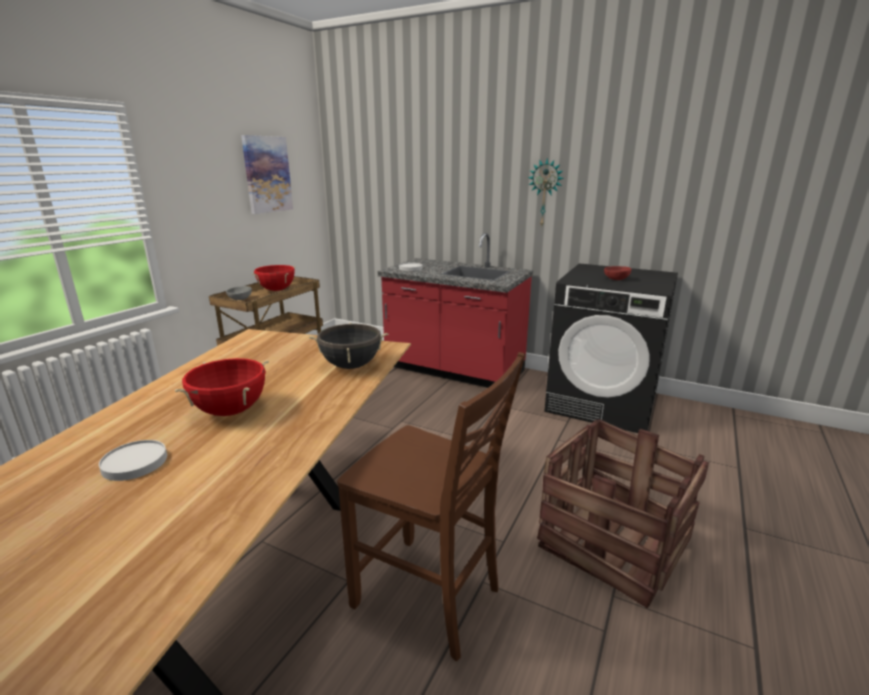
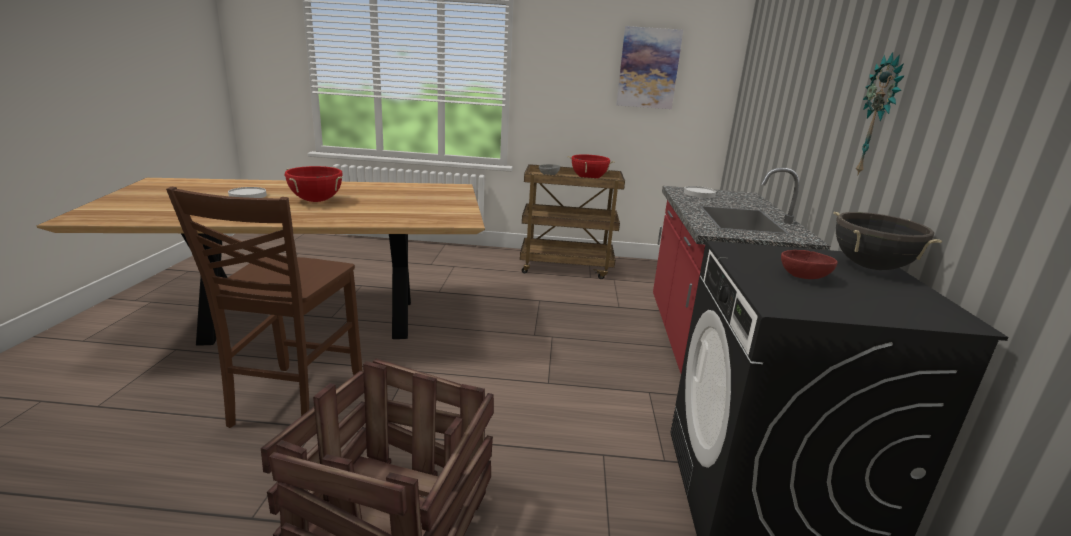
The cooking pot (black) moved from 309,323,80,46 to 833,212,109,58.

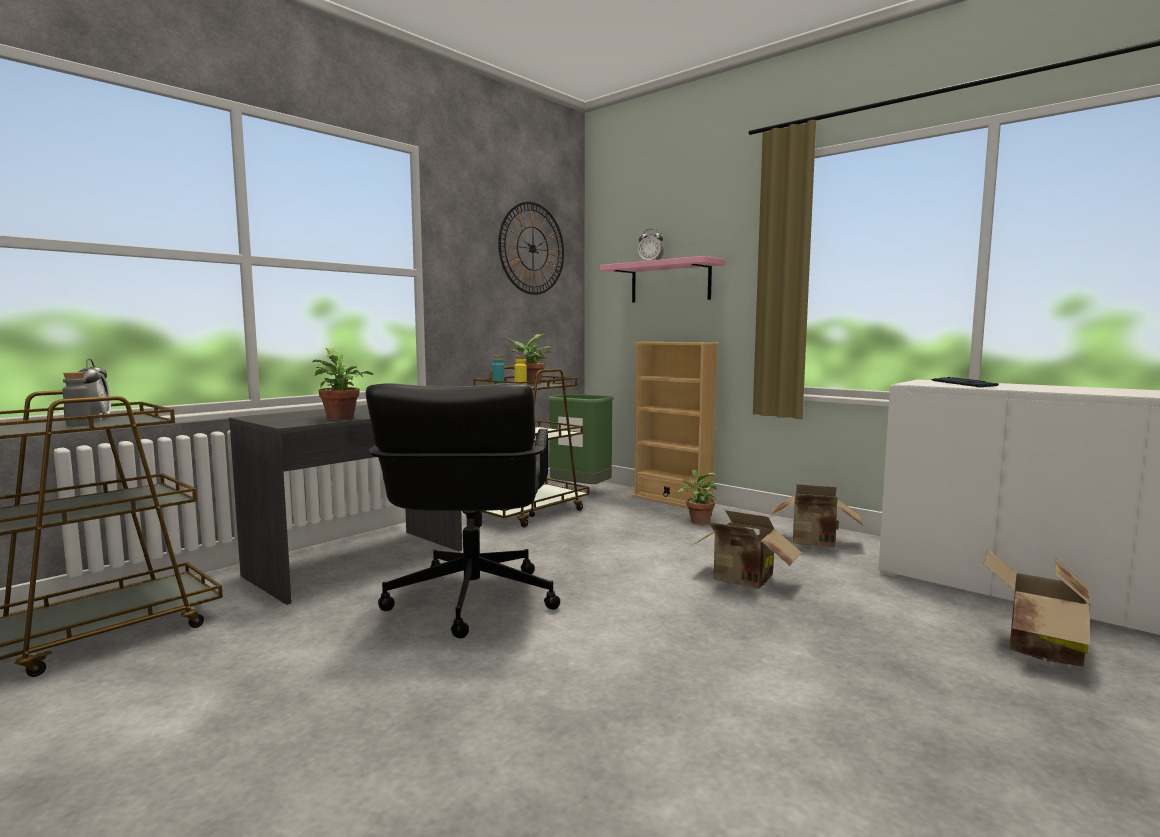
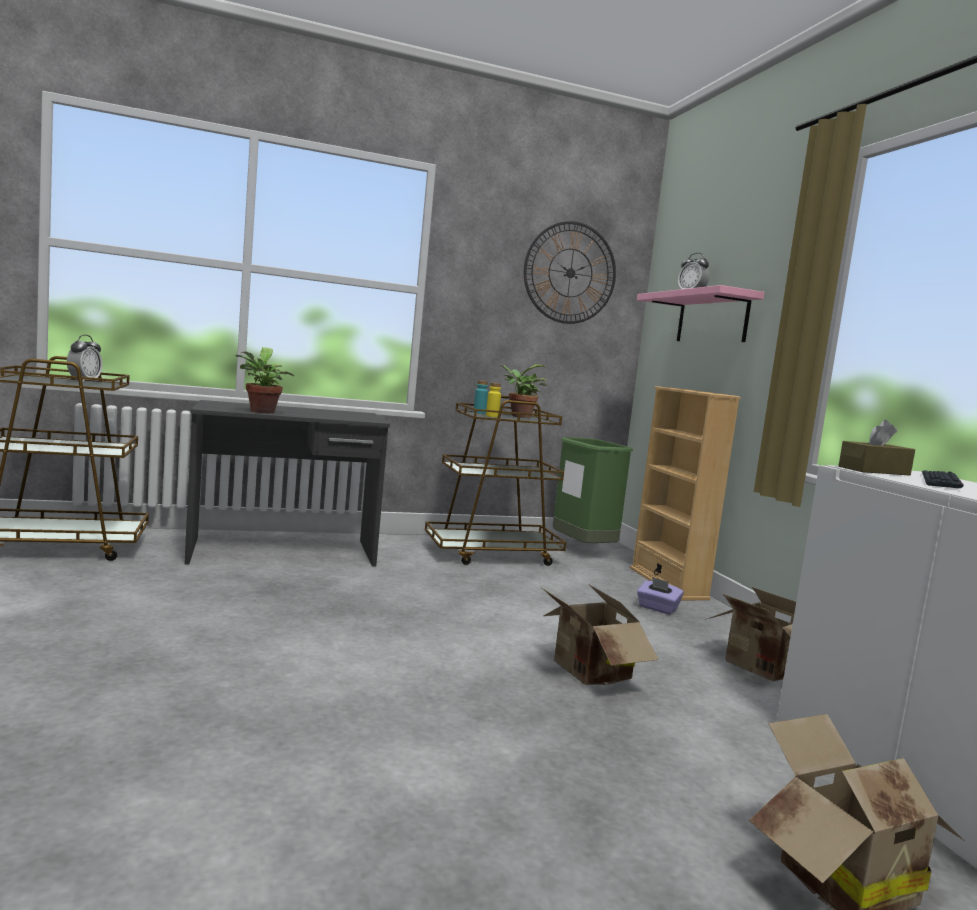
The bottle (grey) at 62,372,29,54 disappeared.
The office chair (black) at 366,383,194,255 disappeared.
The potted plant at 678,470,39,54 was replaced by the tissue box (purple) at 637,577,47,38.
The tissue box (brown) at 839,420,76,55 appeared.

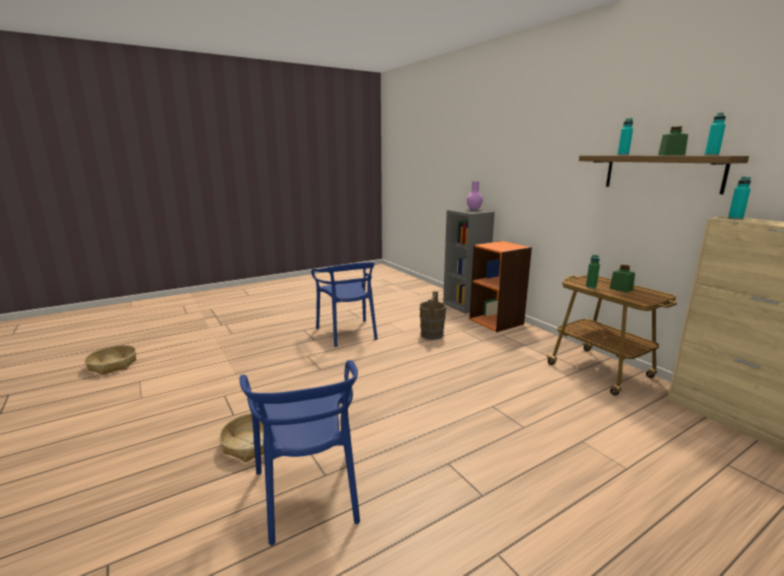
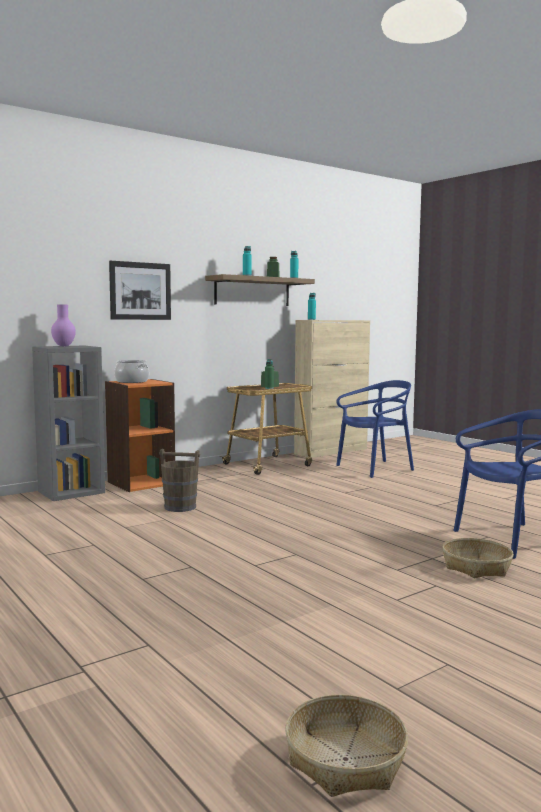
The chair (blue) moved from 311,262,66,85 to 336,380,78,98.
The picture at 109,261,62,59 appeared.
The cooking pot at 114,360,35,23 appeared.

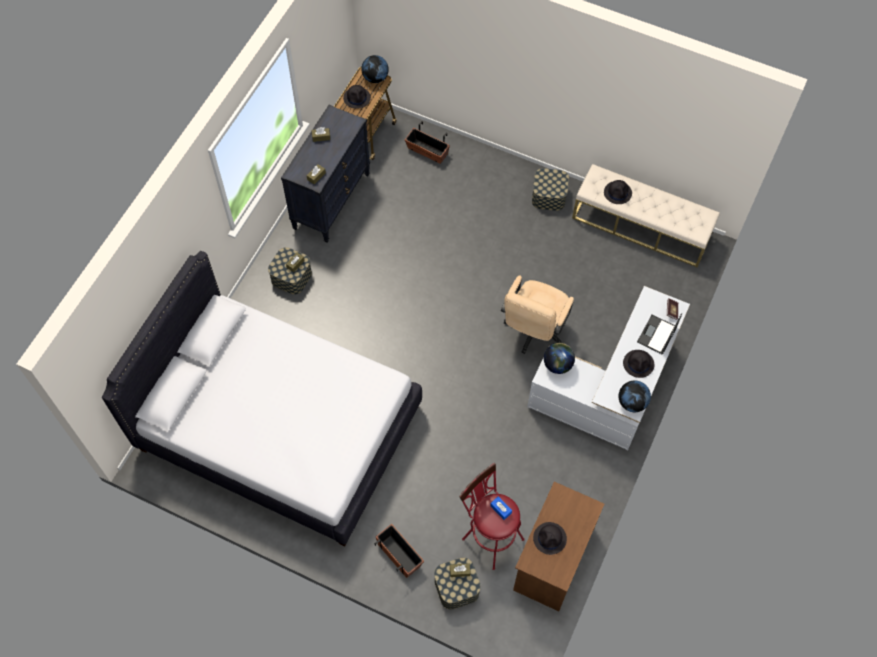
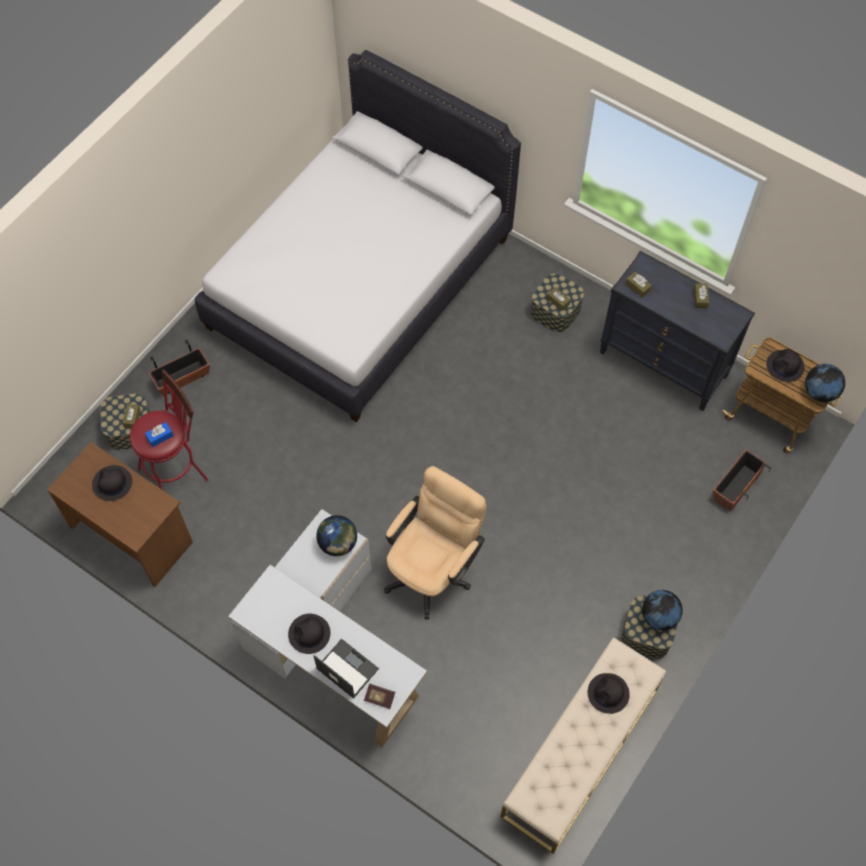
The office chair (beige) at 501,275,73,79 turned 90 degrees clockwise.
The globe moved from 619,380,32,32 to 642,590,41,40.

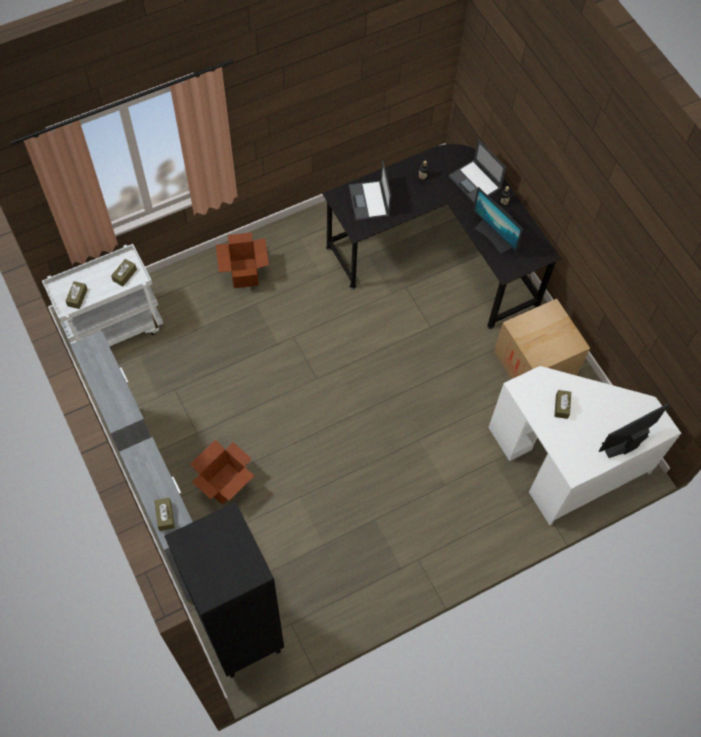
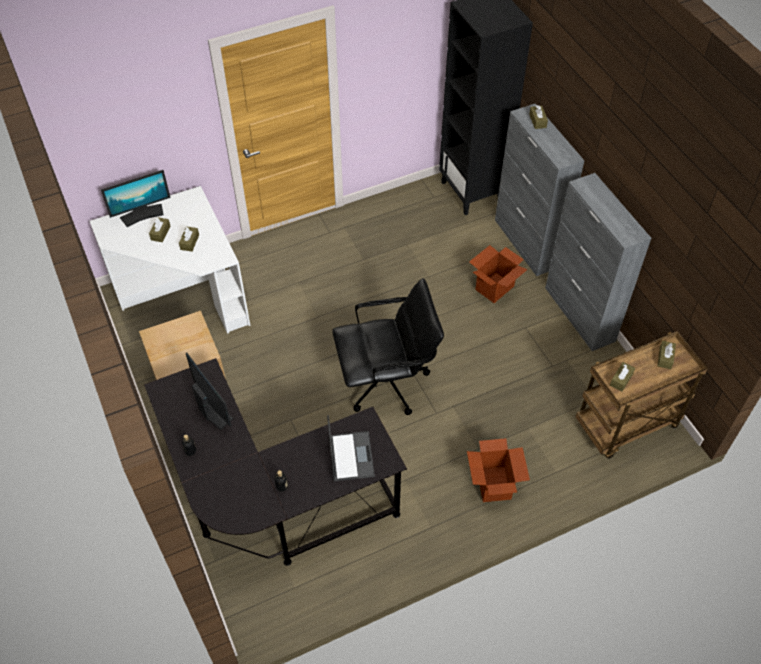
The cart (white) at 42,244,121,103 became the cart (brown) at 575,331,133,128.
The laptop at 449,139,57,64 disappeared.
The tissue box (brown) at 149,217,21,25 appeared.
The office chair (black) at 332,278,112,137 appeared.

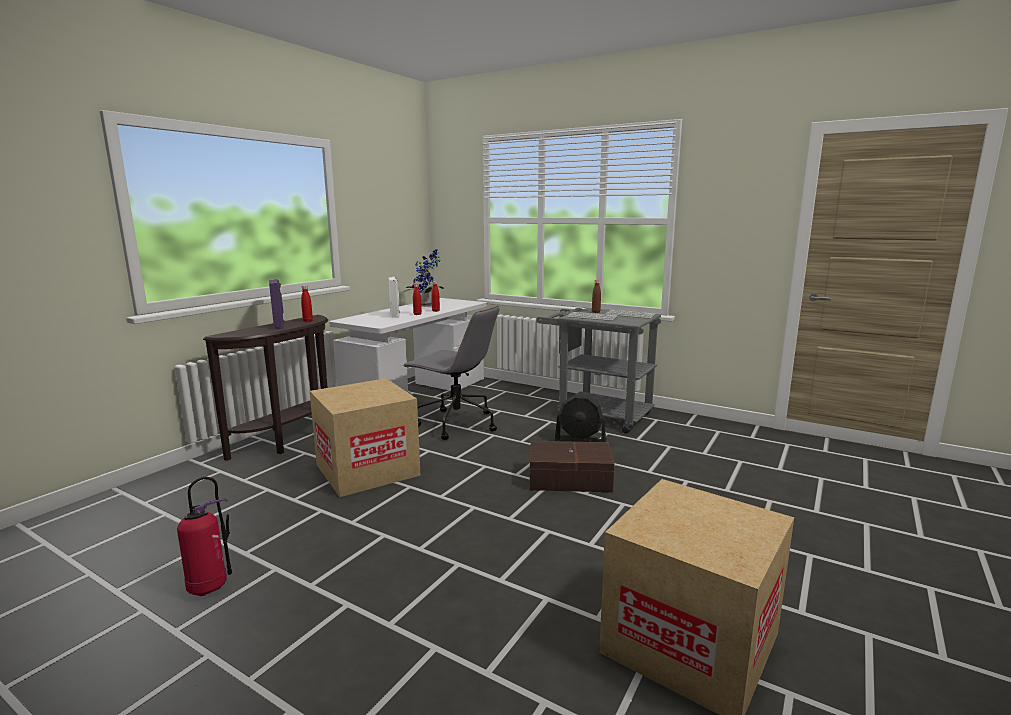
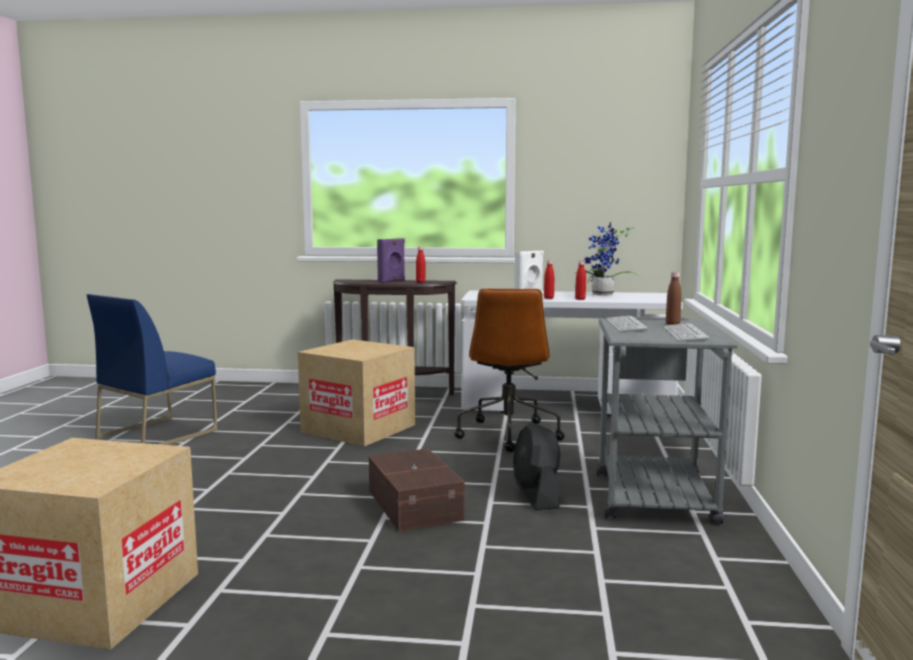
The fire extinguisher at 177,477,55,119 was replaced by the chair (blue) at 87,294,131,151.
The office chair (grey) at 402,305,97,135 became the office chair (brown) at 454,289,111,163.

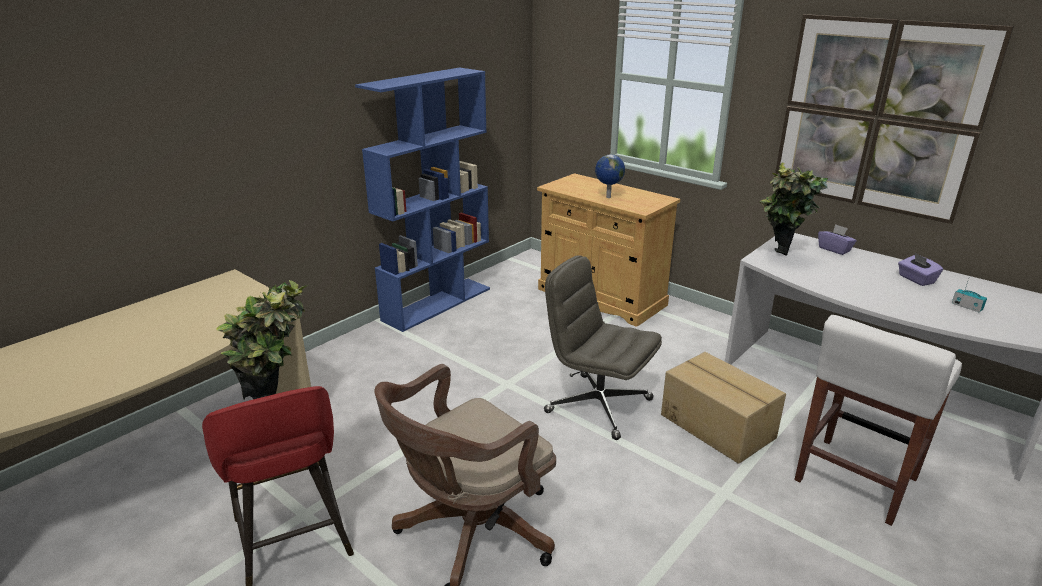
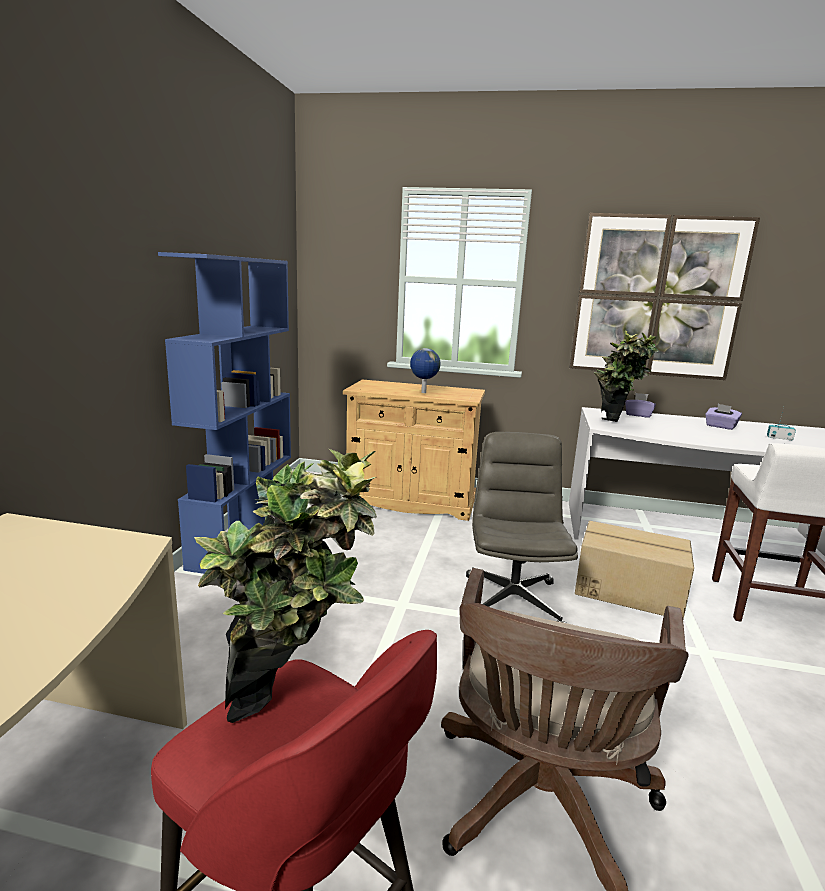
The office chair (grey) at 544,255,118,185 turned 90 degrees clockwise.

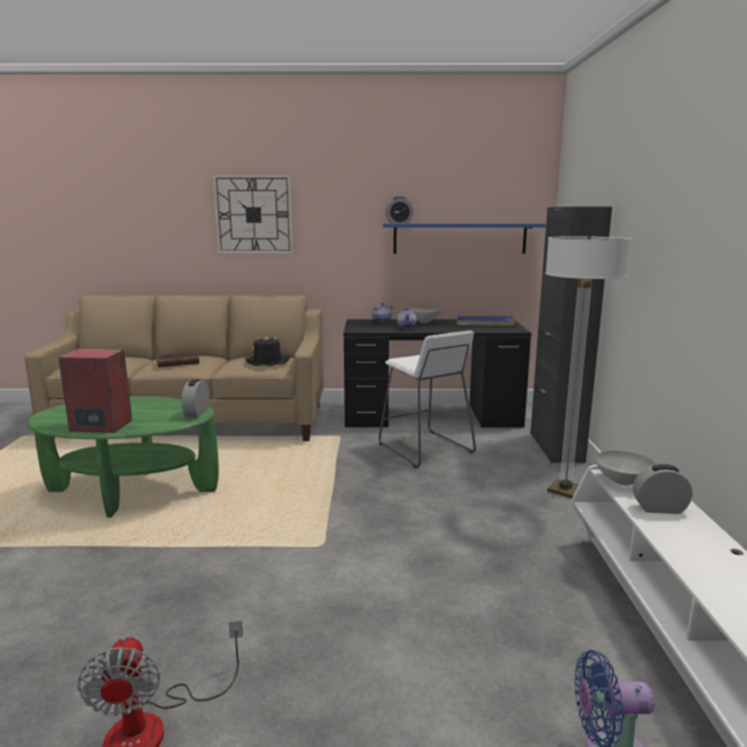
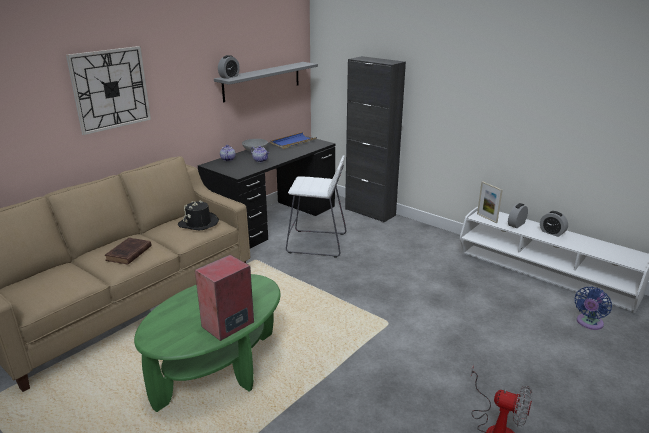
The alarm clock moved from 182,379,27,38 to 540,211,28,26.
The shelf (blue) at 383,223,163,31 became the shelf (grey) at 214,62,104,41.
The floor lamp at 545,236,86,262 disappeared.
The bowl (grey) at 595,451,61,35 was replaced by the picture frame at 477,181,26,42.

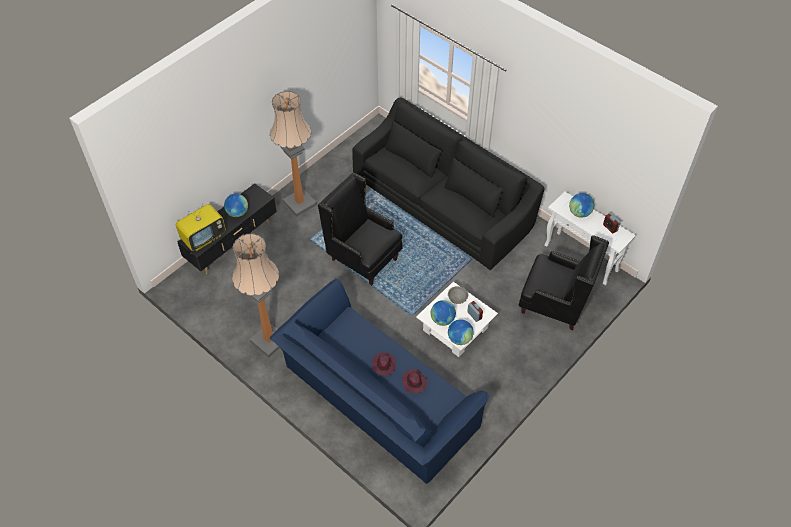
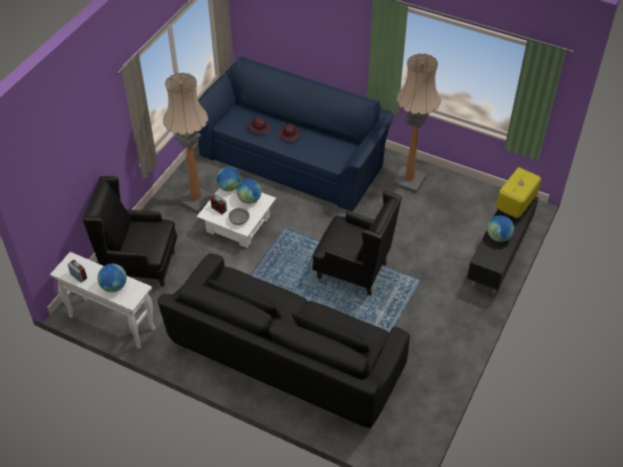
The floor lamp moved from 270,91,47,125 to 163,73,50,141.

